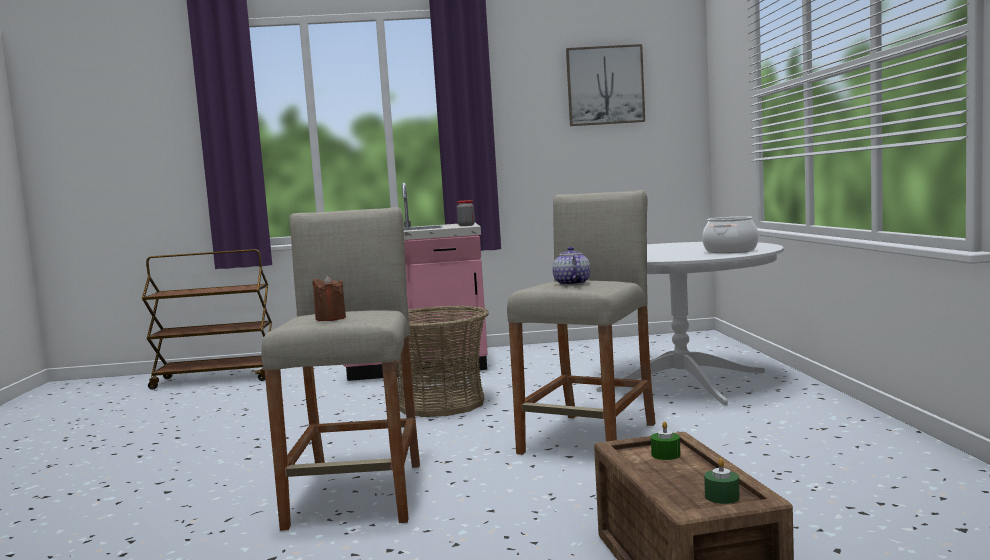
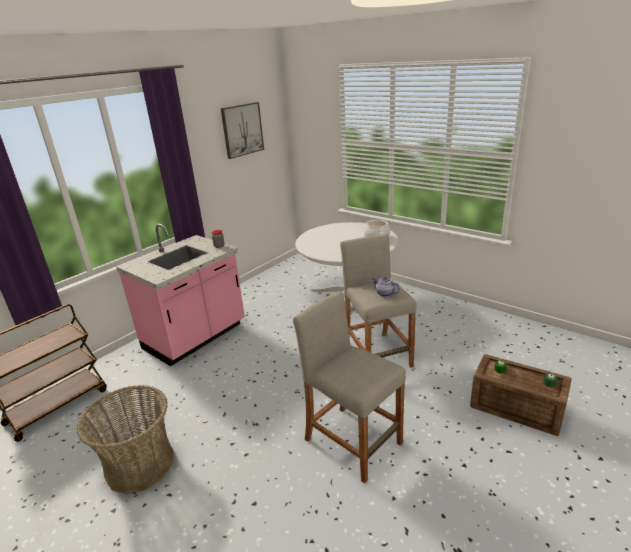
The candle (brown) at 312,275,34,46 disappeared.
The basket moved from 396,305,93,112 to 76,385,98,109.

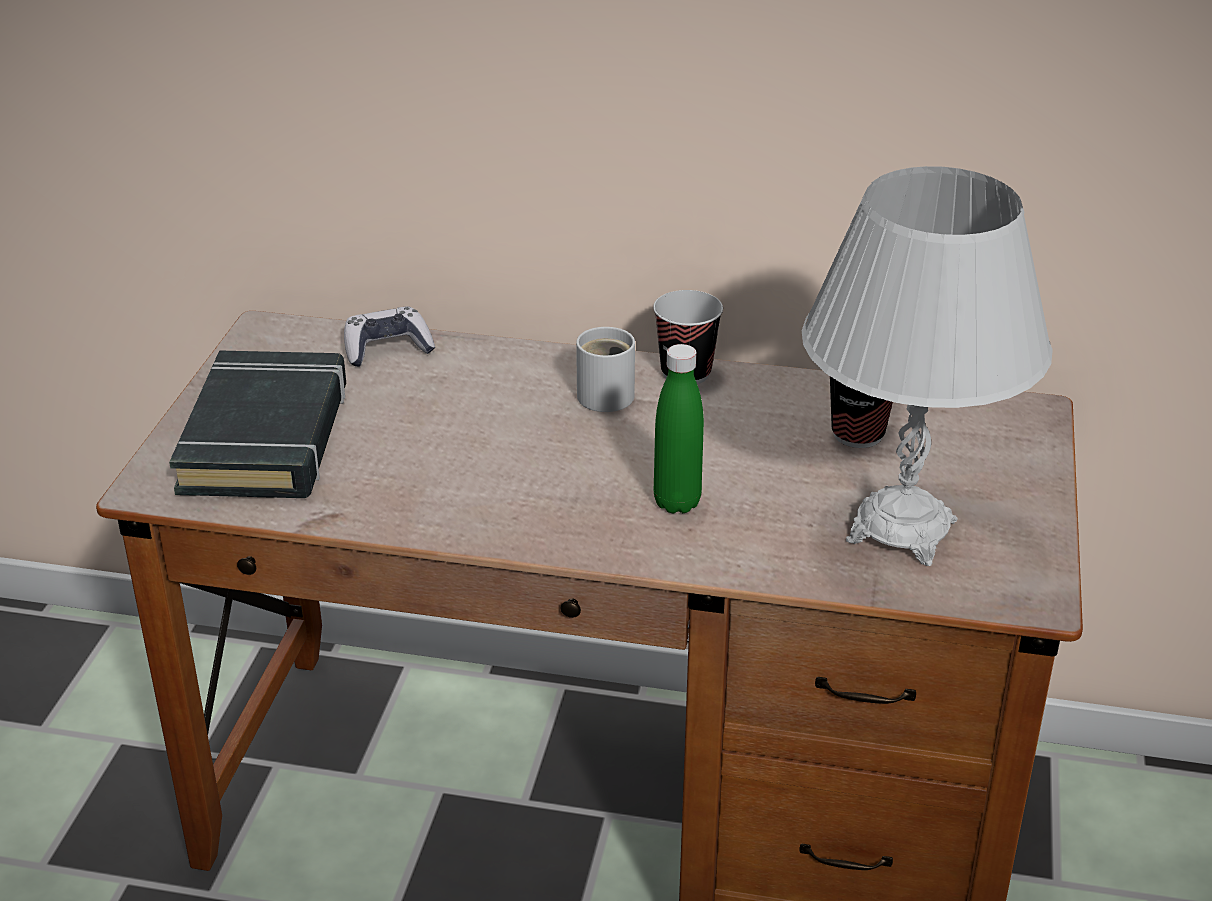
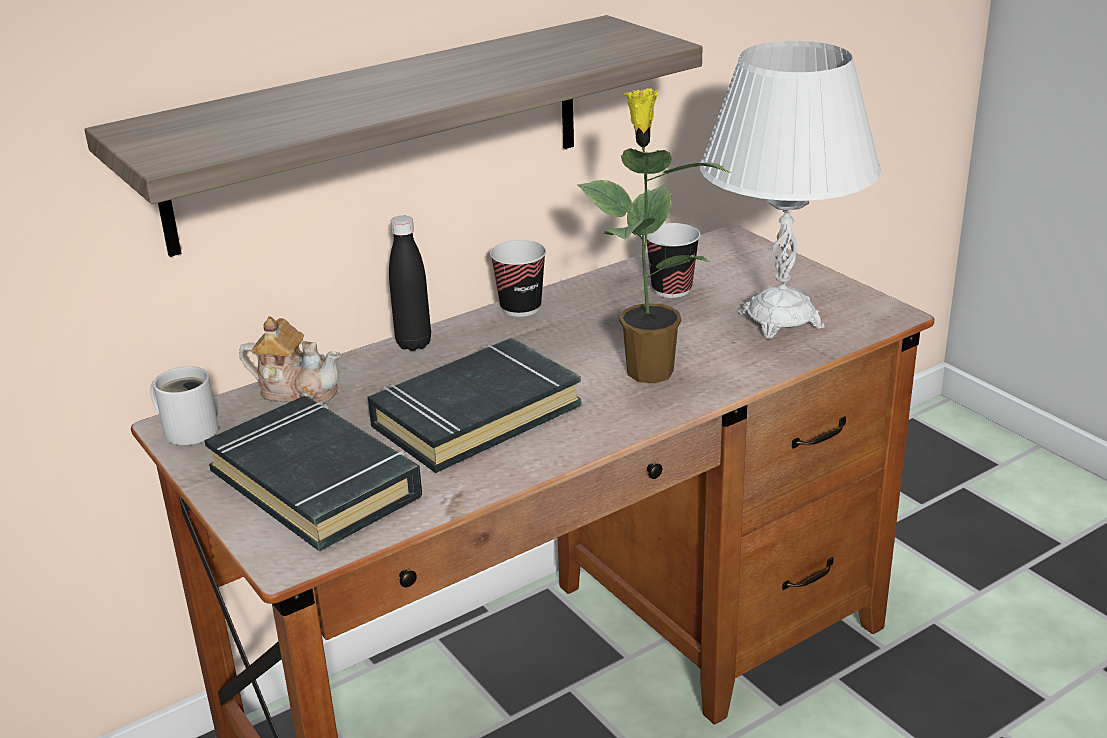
The game controller at 344,307,91,60 was replaced by the teapot at 239,316,102,87.
The mug (white) moved from 576,327,59,85 to 150,366,69,79.
The bottle (green) at 654,344,50,169 was replaced by the potted plant at 577,88,155,295.
The shelf at 84,15,618,242 appeared.
The book (black) at 368,338,214,135 appeared.
The bottle (black) at 389,216,42,135 appeared.

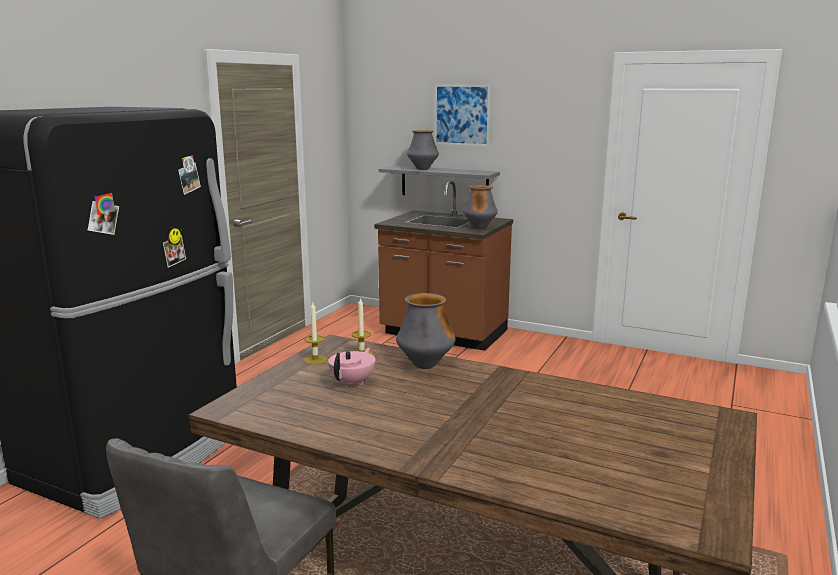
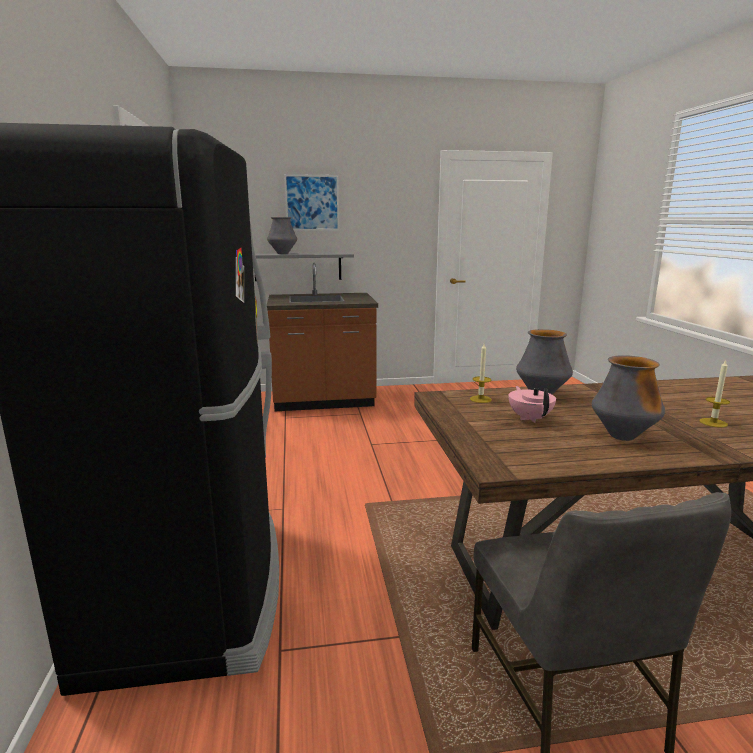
The candle moved from 304,303,23,61 to 700,359,30,69.
The vase moved from 463,185,35,44 to 591,355,74,86.

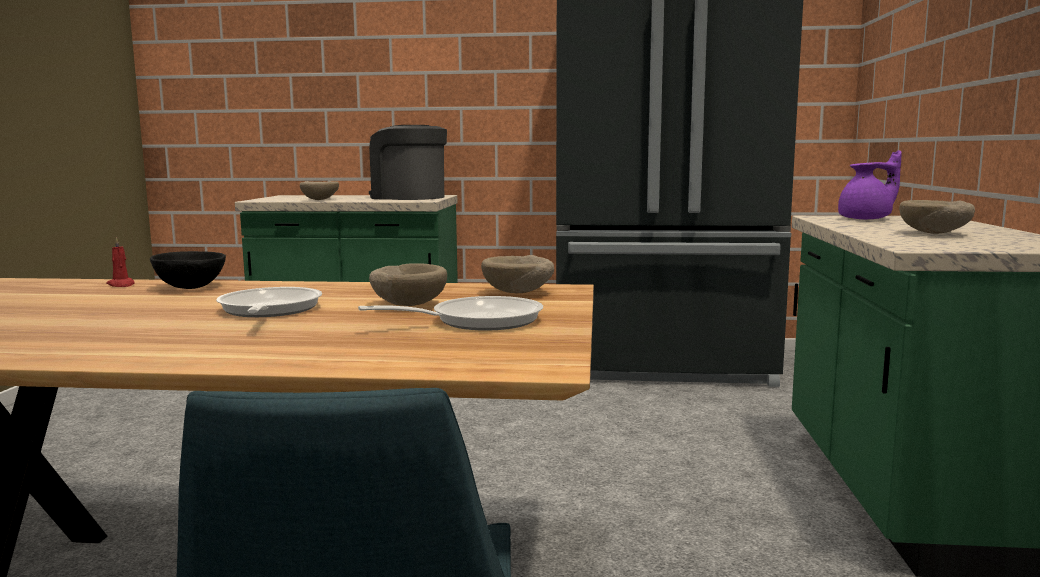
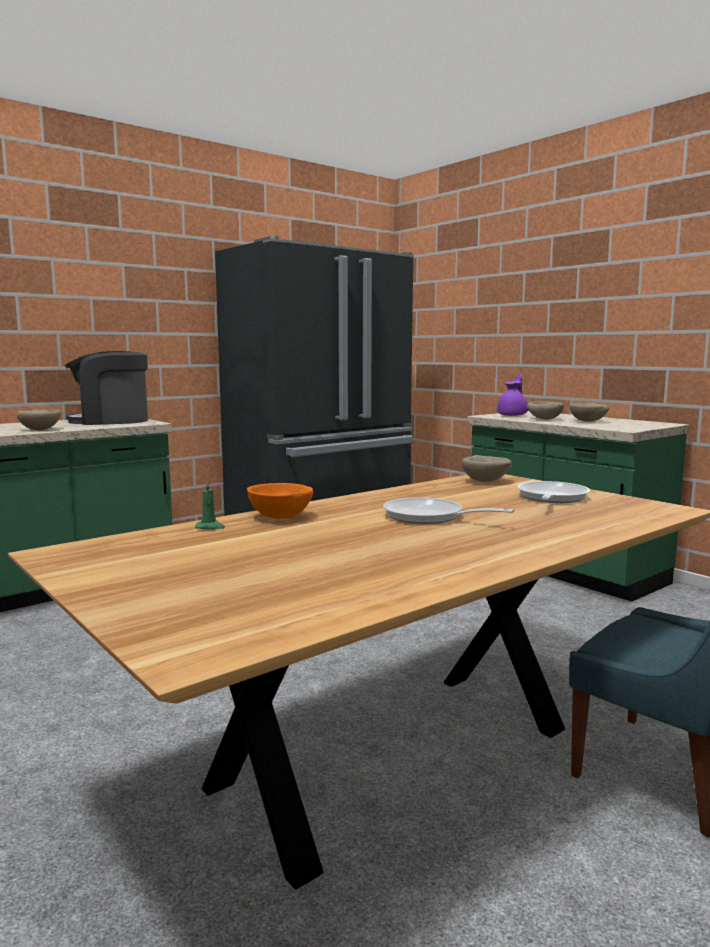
The candle (red) at 106,237,29,50 became the candle (green) at 195,480,30,50.
The bowl (black) at 150,251,76,38 became the bowl (orange) at 247,483,66,36.
The bowl (beige) moved from 369,263,78,43 to 527,401,37,19.

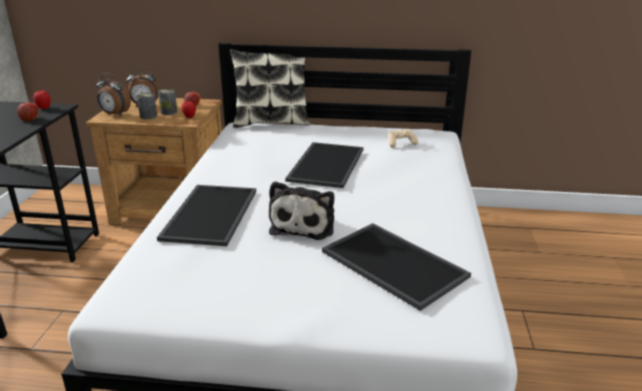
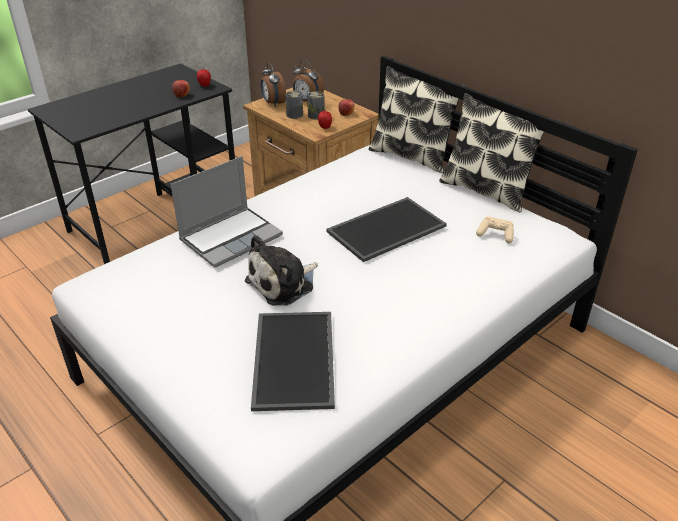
The tray at 157,185,99,61 was replaced by the laptop at 170,156,113,112.
The pillow at 439,93,105,119 appeared.

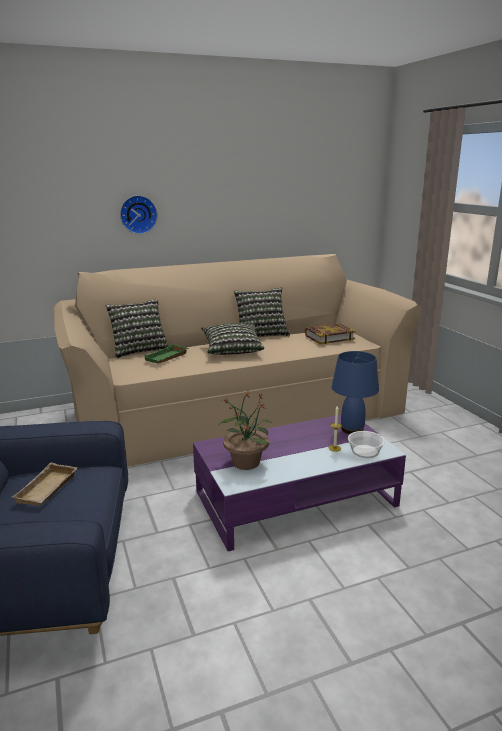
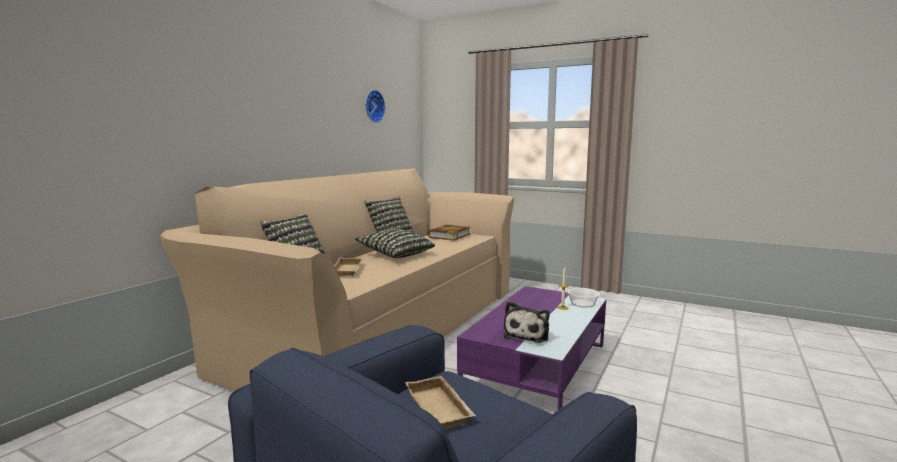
The wall clock moved from 120,195,38,39 to 365,90,20,33.
The tray (green) at 143,344,46,20 became the tray (beige) at 334,258,29,18.
The potted plant at 219,391,53,79 was replaced by the plush toy at 504,301,46,42.
The table lamp (blue) at 332,351,47,83 disappeared.

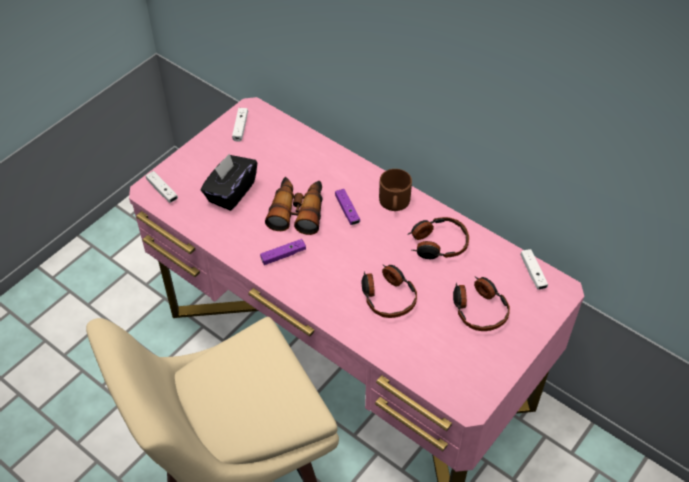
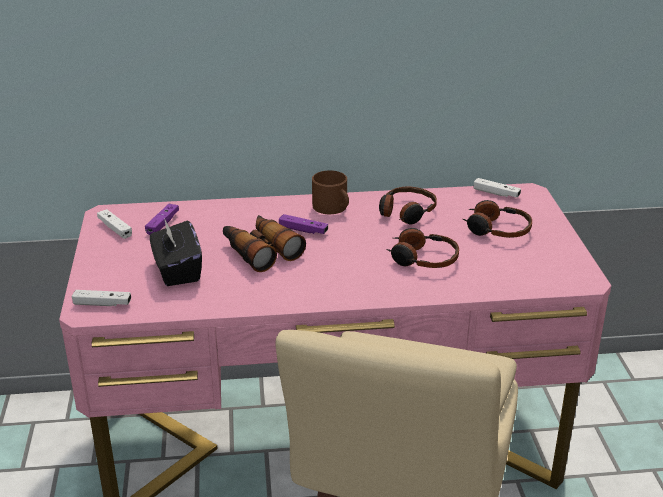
The game controller (purple) moved from 260,239,46,26 to 145,204,34,31.

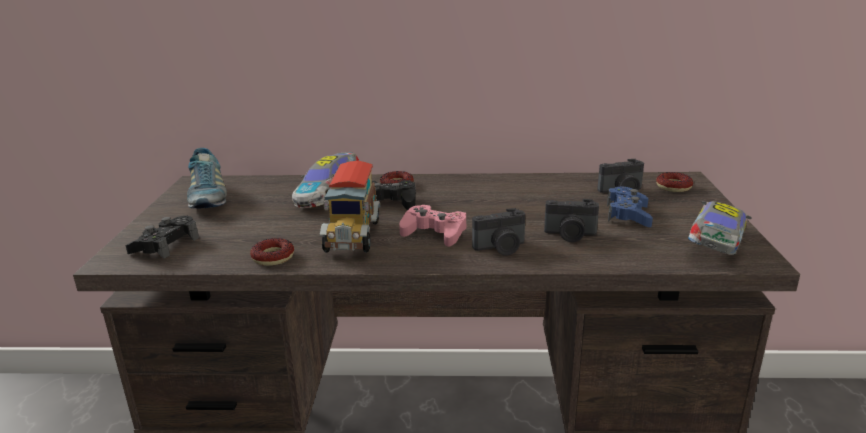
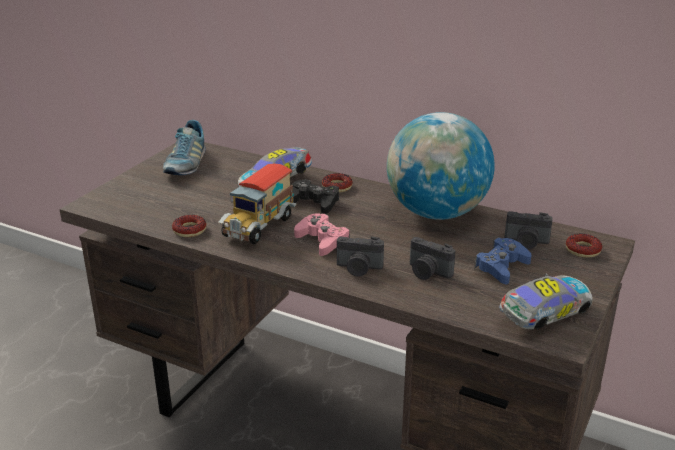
The game controller (black) at 125,216,74,43 disappeared.
The globe at 387,112,108,108 appeared.

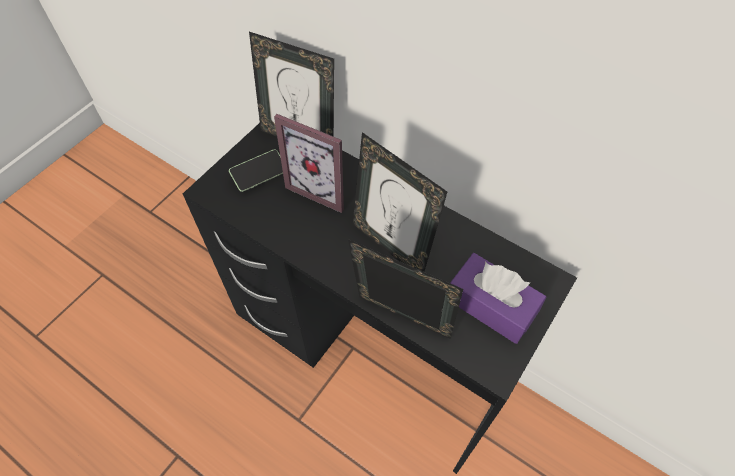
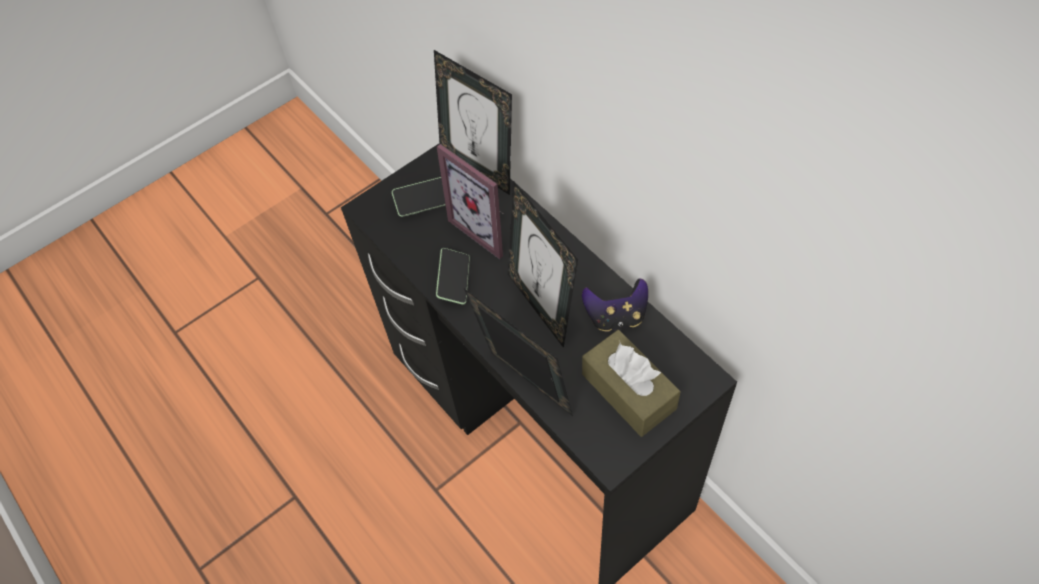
The tissue box (purple) at 450,253,96,91 became the tissue box (brown) at 582,330,99,107.
The phone at 436,248,34,56 appeared.
The game controller at 582,278,66,53 appeared.

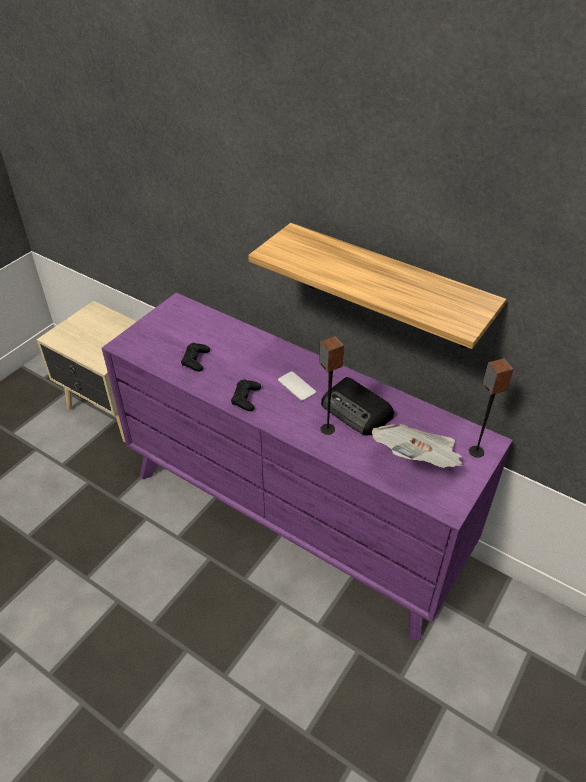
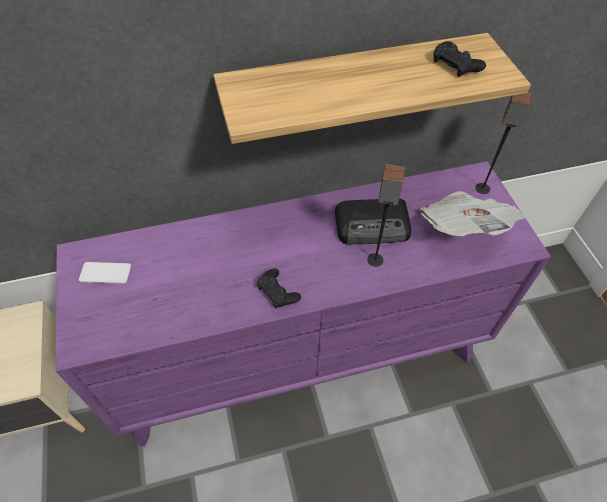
The game controller (black) moved from 181,343,29,29 to 434,41,52,36.
The phone moved from 278,372,38,29 to 79,262,52,22.

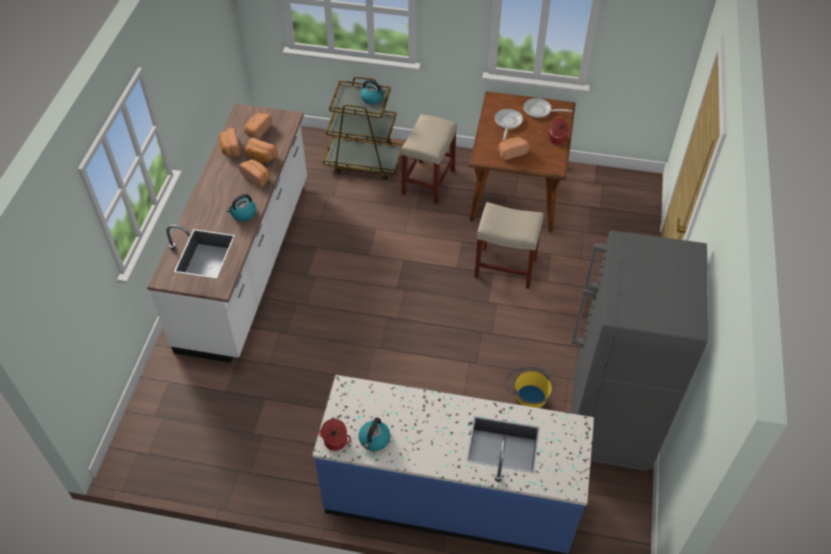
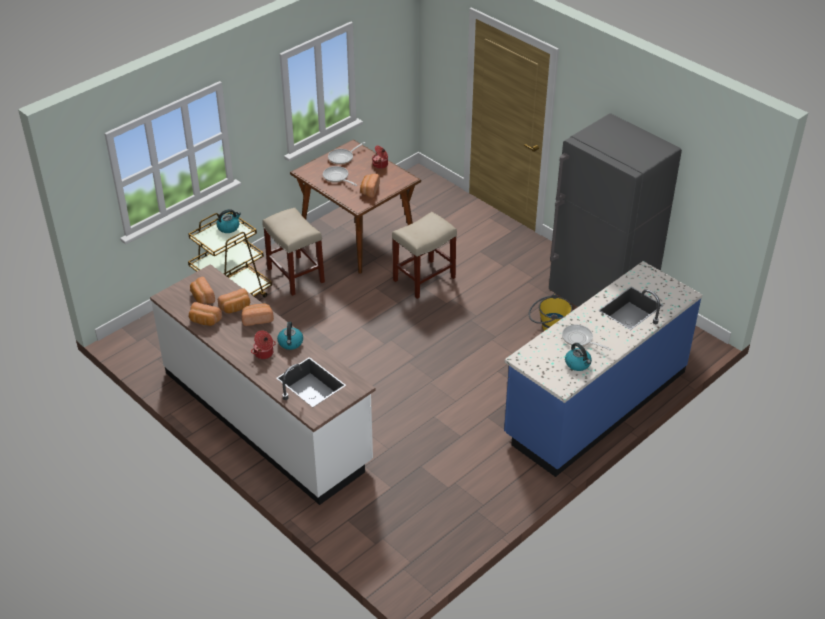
The cooking pot moved from 319,419,32,32 to 251,330,25,29.
The frying pan at 562,325,49,25 appeared.

